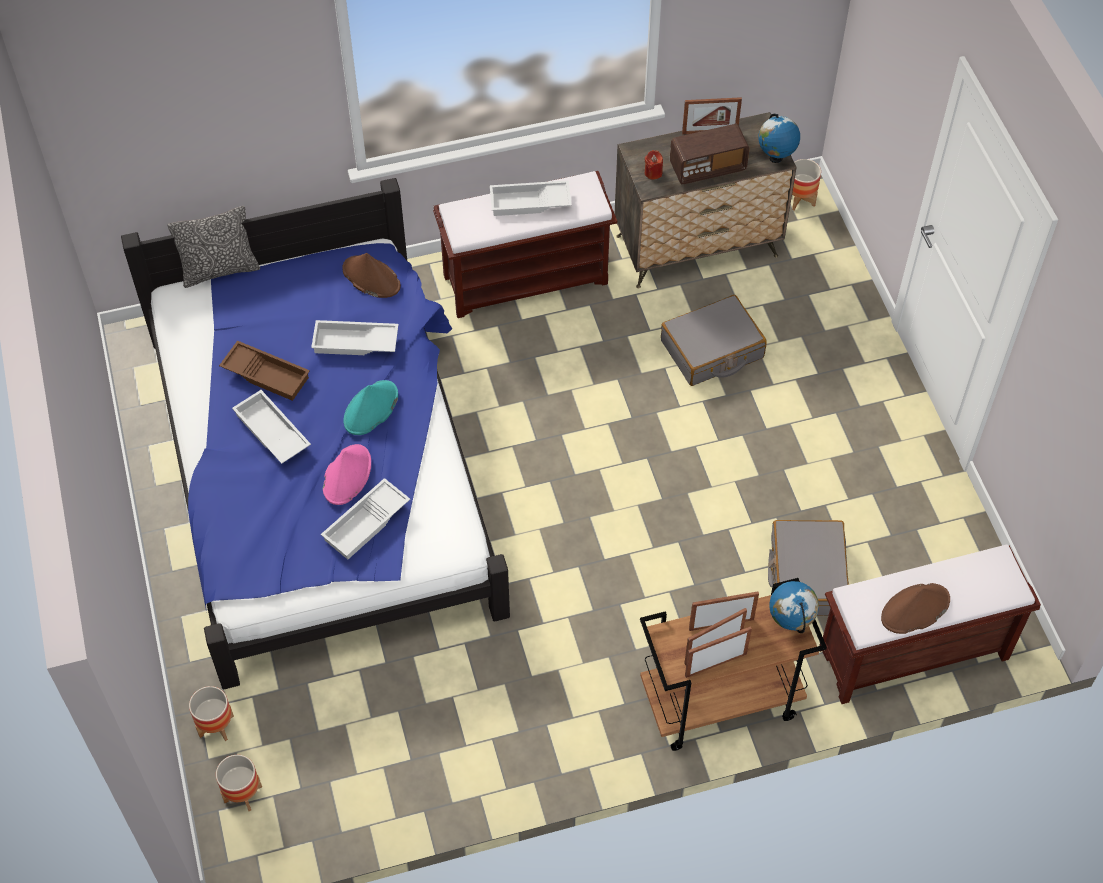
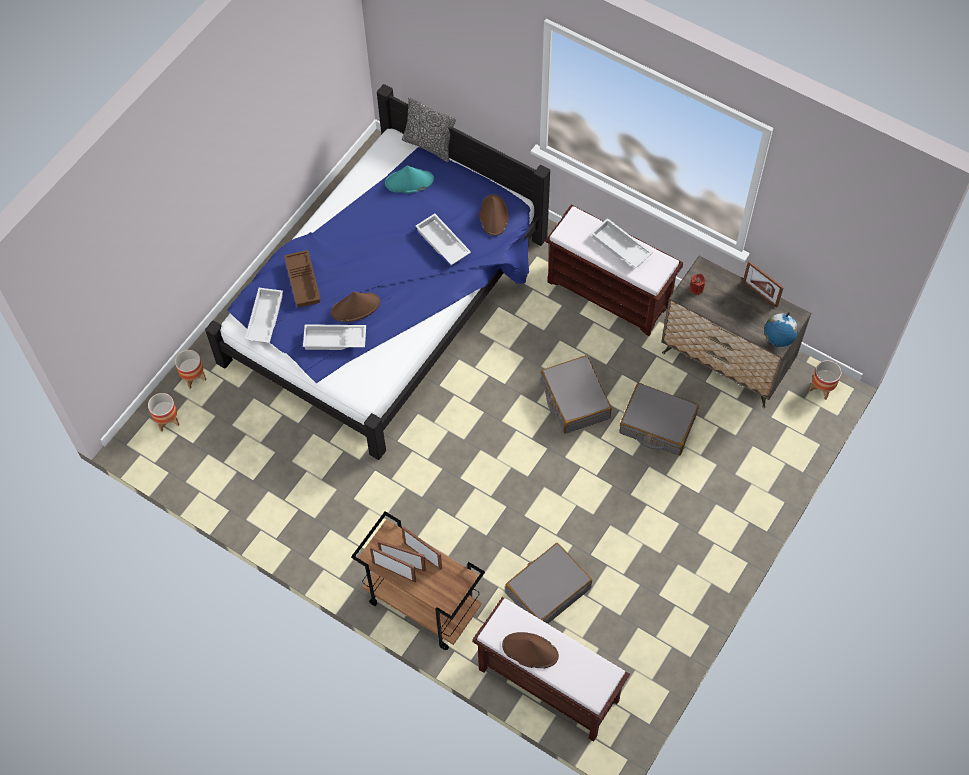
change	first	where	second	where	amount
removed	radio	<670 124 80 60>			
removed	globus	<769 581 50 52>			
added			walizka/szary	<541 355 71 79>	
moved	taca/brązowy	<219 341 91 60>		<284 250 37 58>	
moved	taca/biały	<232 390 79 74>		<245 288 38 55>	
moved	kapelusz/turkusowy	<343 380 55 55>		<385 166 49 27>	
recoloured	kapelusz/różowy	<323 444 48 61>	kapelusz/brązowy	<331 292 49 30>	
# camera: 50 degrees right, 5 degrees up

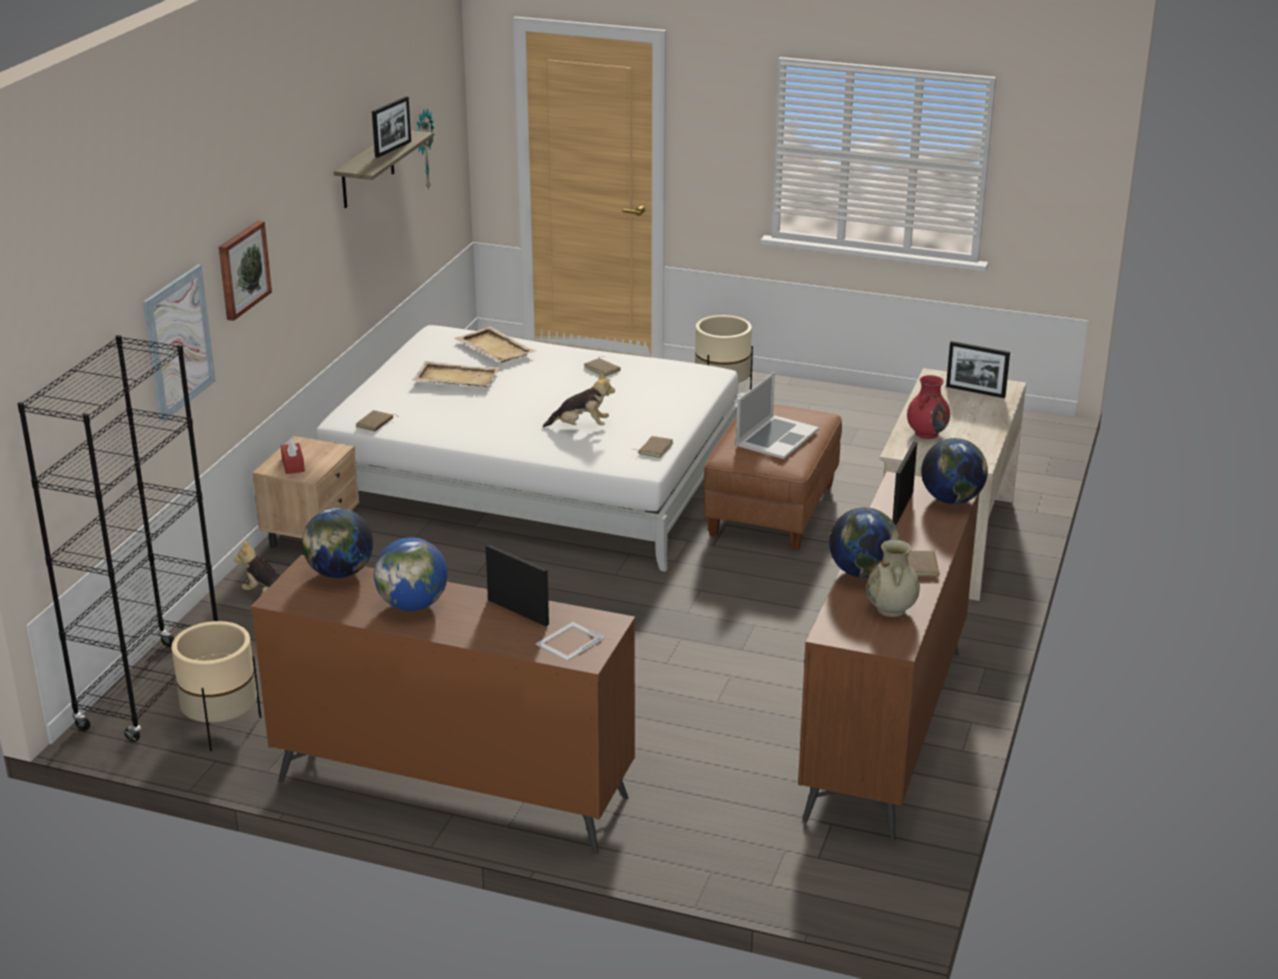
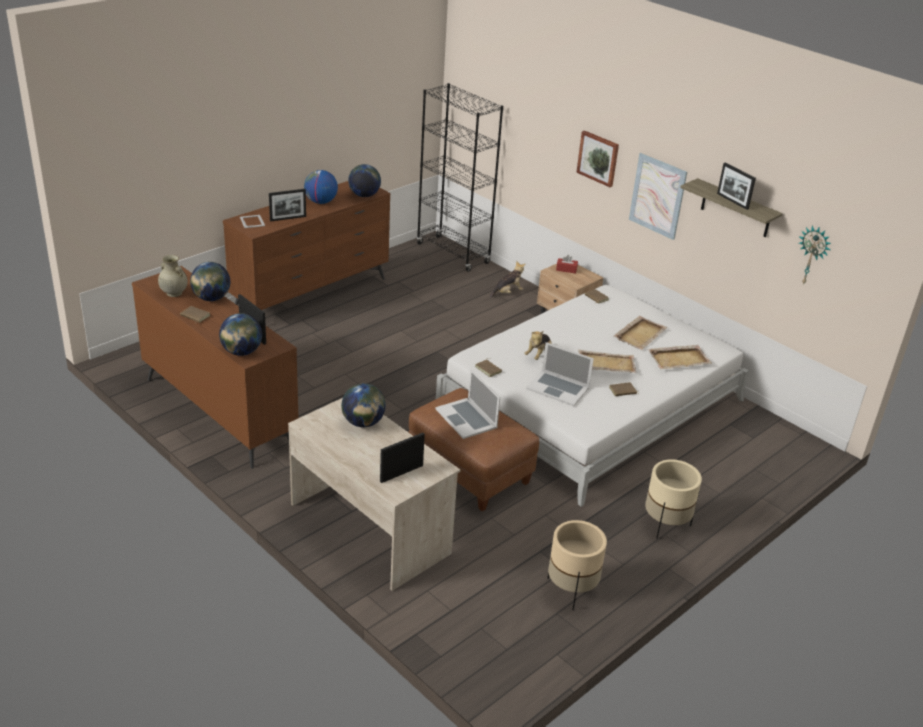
change	first	where	second	where	amount
added			laptop	<526 342 68 64>	
added			taca/beżowy	<578 350 58 23>	
moved	obraz	<143 264 73 158>		<629 153 58 87>	
moved	donica/beżowy	<171 621 91 130>		<548 520 59 90>	
replaced	wazon/czerwony	<907 375 43 64>	globus	<341 383 45 44>	
# camera: 115 degrees right, 5 degrees up

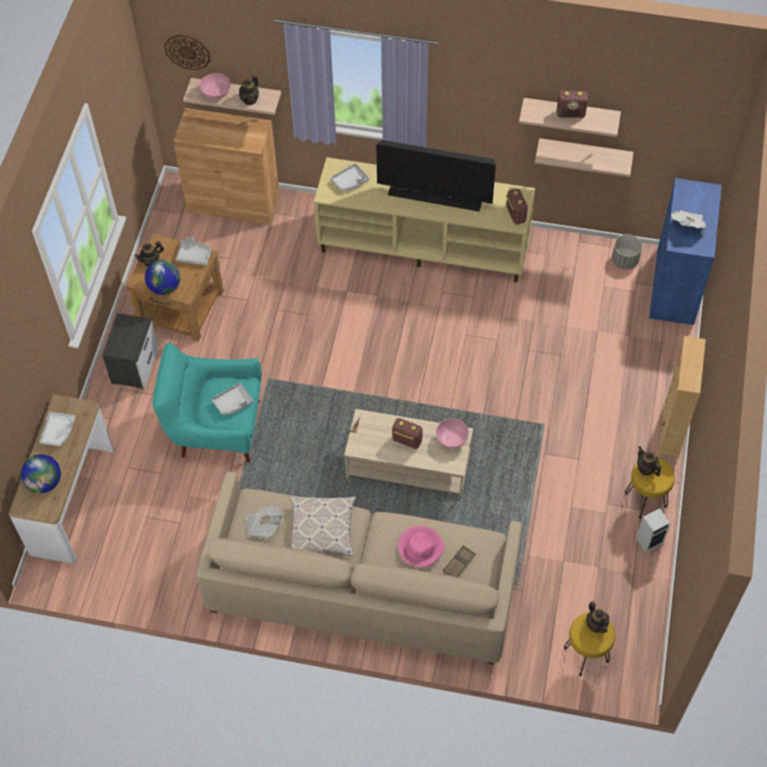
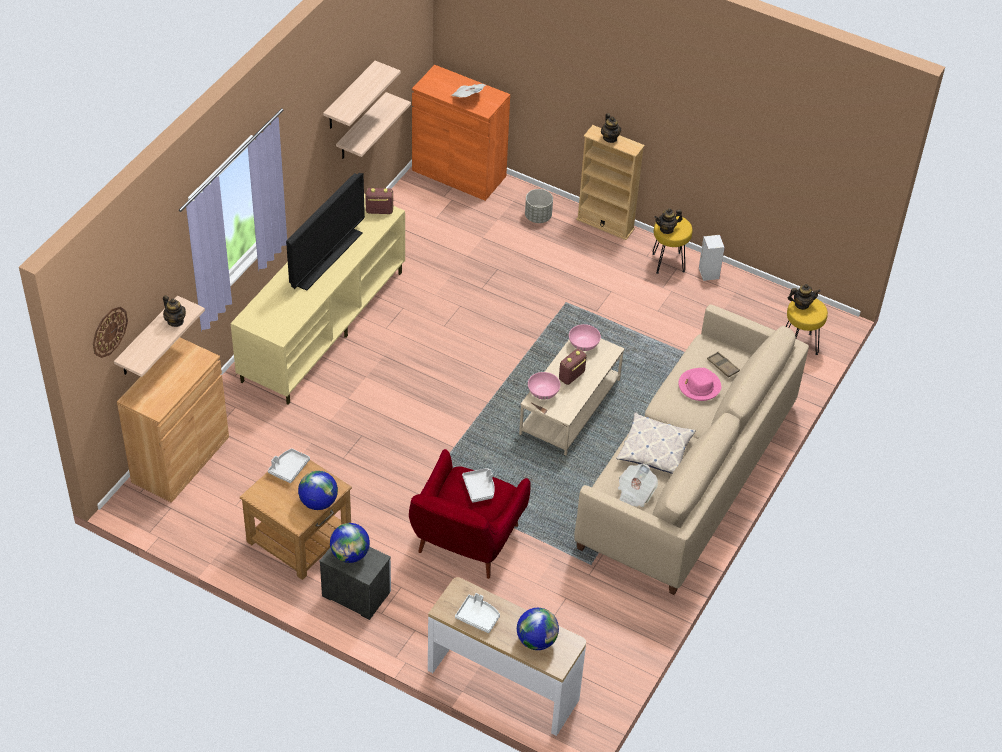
change	first	where	second	where	amount
removed	taca/szary	<330 163 39 29>			
removed	radio	<557 91 31 27>			
added			globus	<330 523 40 40>	
moved	imbryk	<135 241 29 26>		<601 113 20 30>	
moved	miska/różowy	<199 73 31 27>		<528 372 32 28>	
moved	donica/szary	<612 234 30 35>		<525 189 28 34>	
recoloured	fotel/turkusowy	<152 343 110 120>	fotel/czerwony	<409 449 122 130>	
recoloured	szafka/niebieski	<649 178 73 147>	szafka/pomarańczowy	<412 65 98 136>	
# camera: 75 degrees left, 10 degrees down

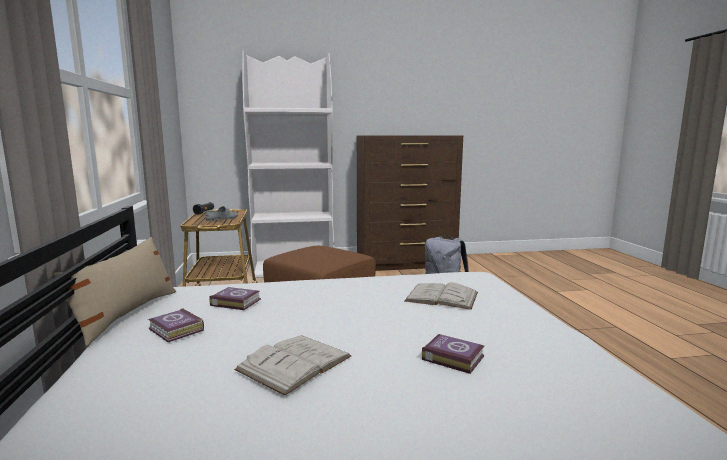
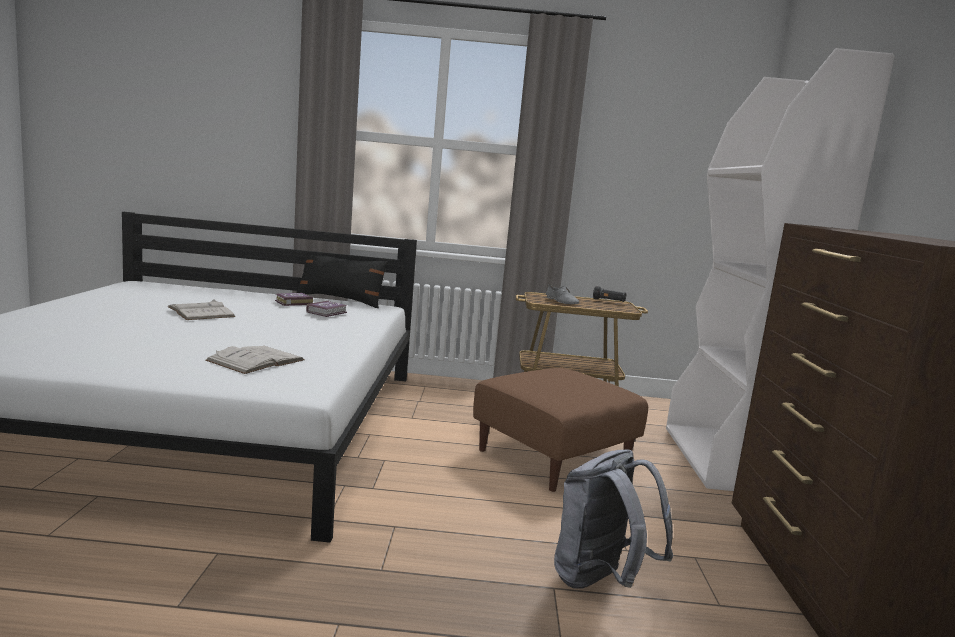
change	first	where	second	where	amount
removed	książka	<422 334 62 40>			
recoloured	poduszka/beżowy	<54 237 122 109>	poduszka/czarny	<296 255 93 53>	
# camera: 100 degrees right, 0 degrees up

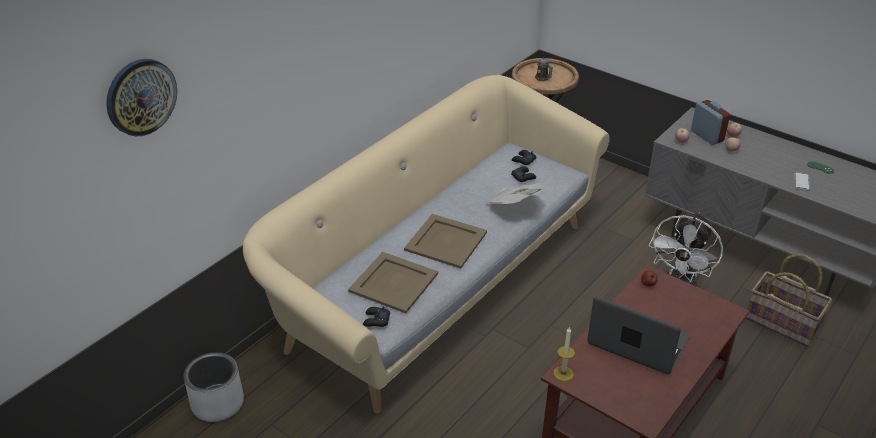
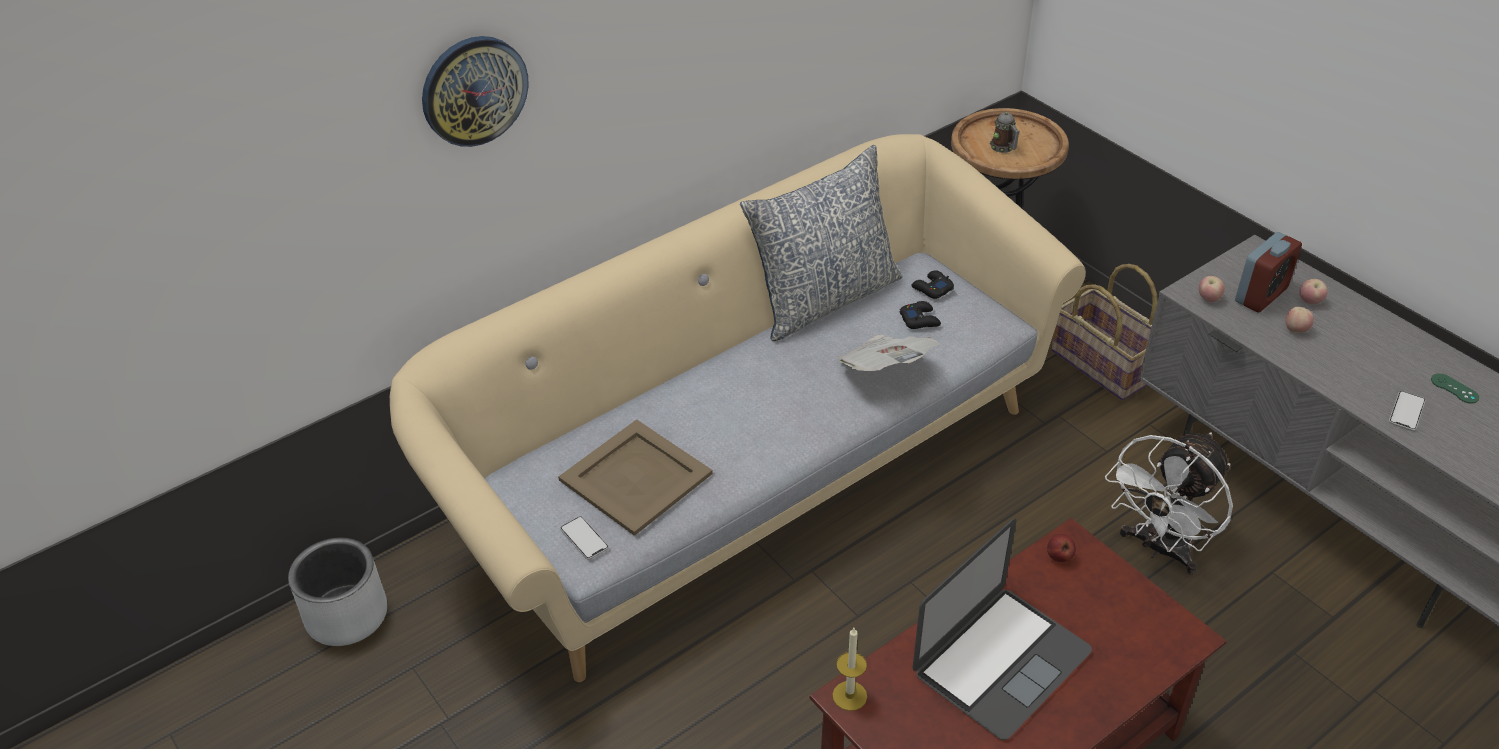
change	first	where	second	where	amount
removed	taca/beżowy	<404 214 83 55>			
added			poduszka	<740 145 162 196>	
moved	zegar ścienny	<106 59 71 77>		<422 36 107 111>	
moved	koszyk	<745 254 87 93>		<1051 264 107 136>	
replaced	pad do gier/czarny	<363 307 27 20>	telefon	<560 516 49 44>	
turned	laptop	<587 297 103 77>		<913 519 179 221>	90 degrees clockwise
turned	budzik	<691 100 39 45>		<1235 232 67 81>	60 degrees clockwise
# camera: 15 degrees right, 5 degrees up

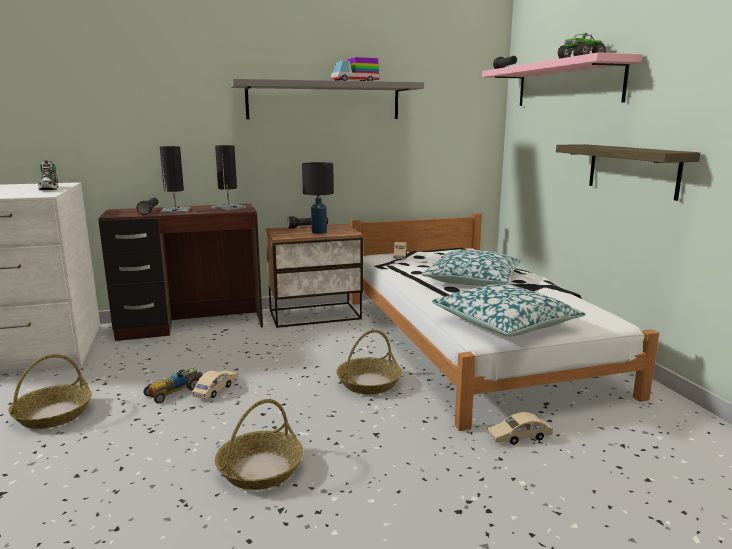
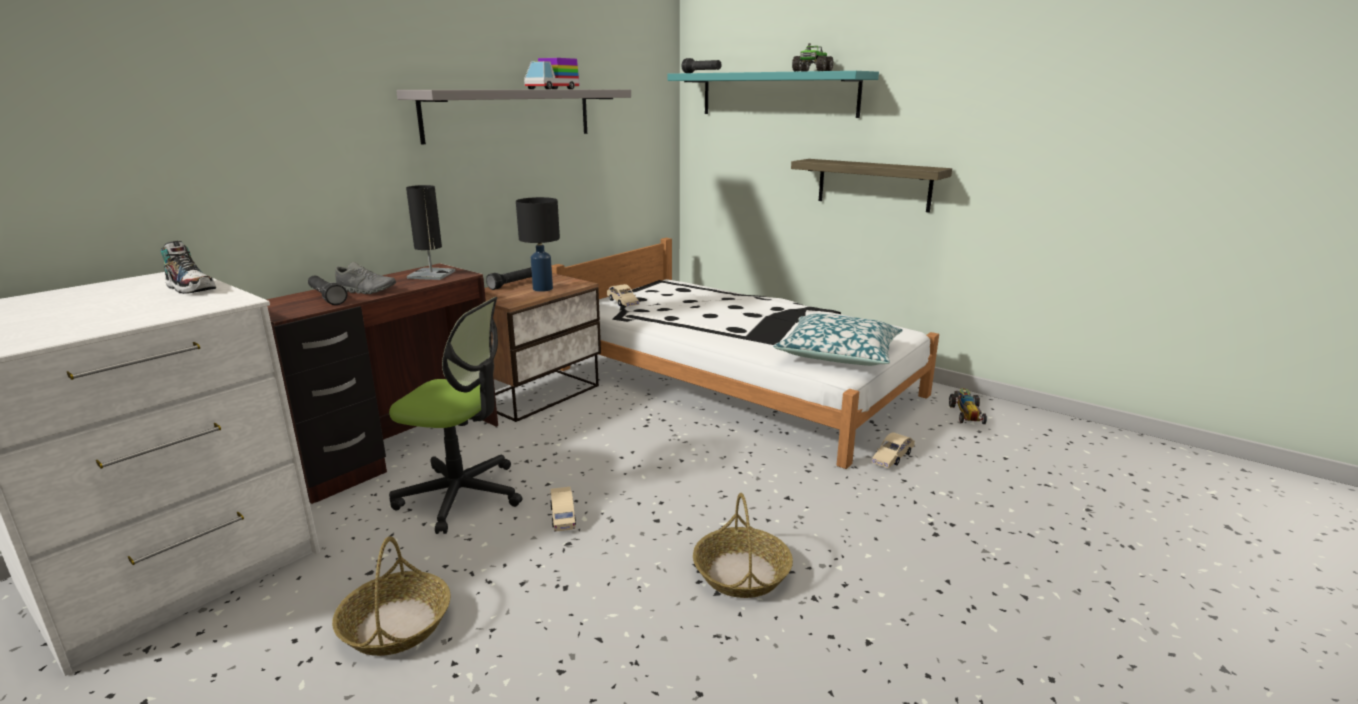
change	first	where	second	where	amount
removed	koszyk	<336 330 66 64>			
removed	poduszka	<421 250 101 36>			
added			krzesło biurowe	<389 297 133 237>	
moved	samochodzik	<143 368 59 35>		<949 388 38 36>	
replaced	lampa stołowa/czarny	<160 146 30 67>	but/szary	<335 262 61 32>	
recoloured	półka/różowy	<482 52 161 54>	półka/turkusowy	<668 71 211 47>	
# camera: 35 degrees left, 5 degrees up

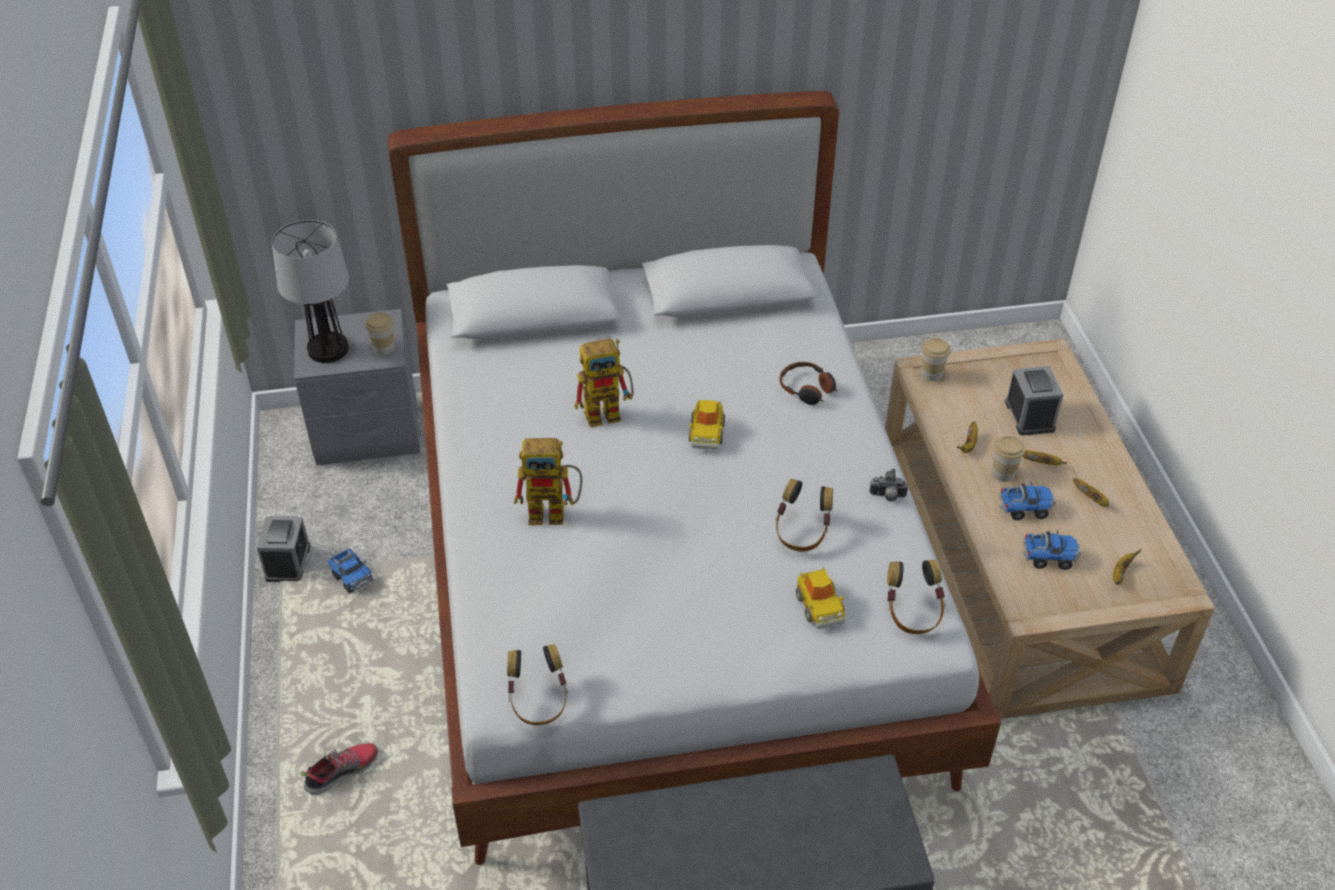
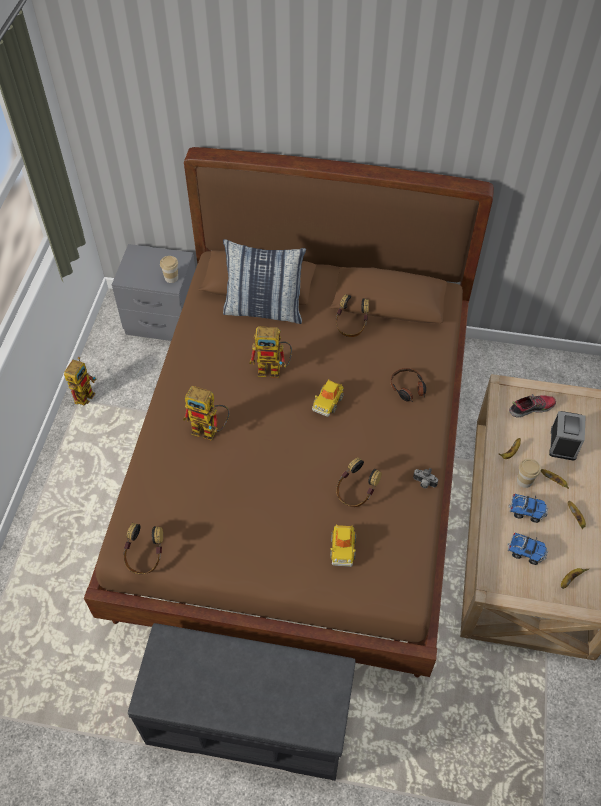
change	first	where	second	where	amount
removed	lampa stołowa	<272 220 77 143>			
removed	ciężarówka zabawkowa	<328 549 45 45>			
removed	filiżanka	<921 338 30 43>			
added			poduszka	<223 239 83 85>	
moved	but	<301 743 77 52>		<509 394 47 24>	
moved	słuchawki	<887 560 58 74>		<336 294 33 43>	
replaced	budzik	<257 516 54 66>	robot zabawkowy	<64 357 33 48>	
recoloured	łóżko/biały	<388 91 613 774>	łóżko/brązowy	<84 147 410 530>	
# camera: 20 degrees right, 10 degrees up

